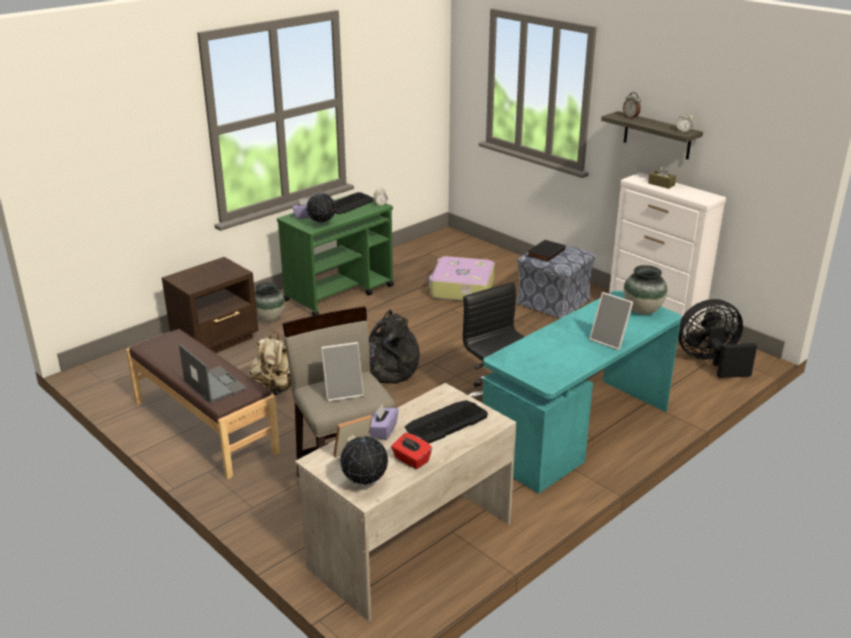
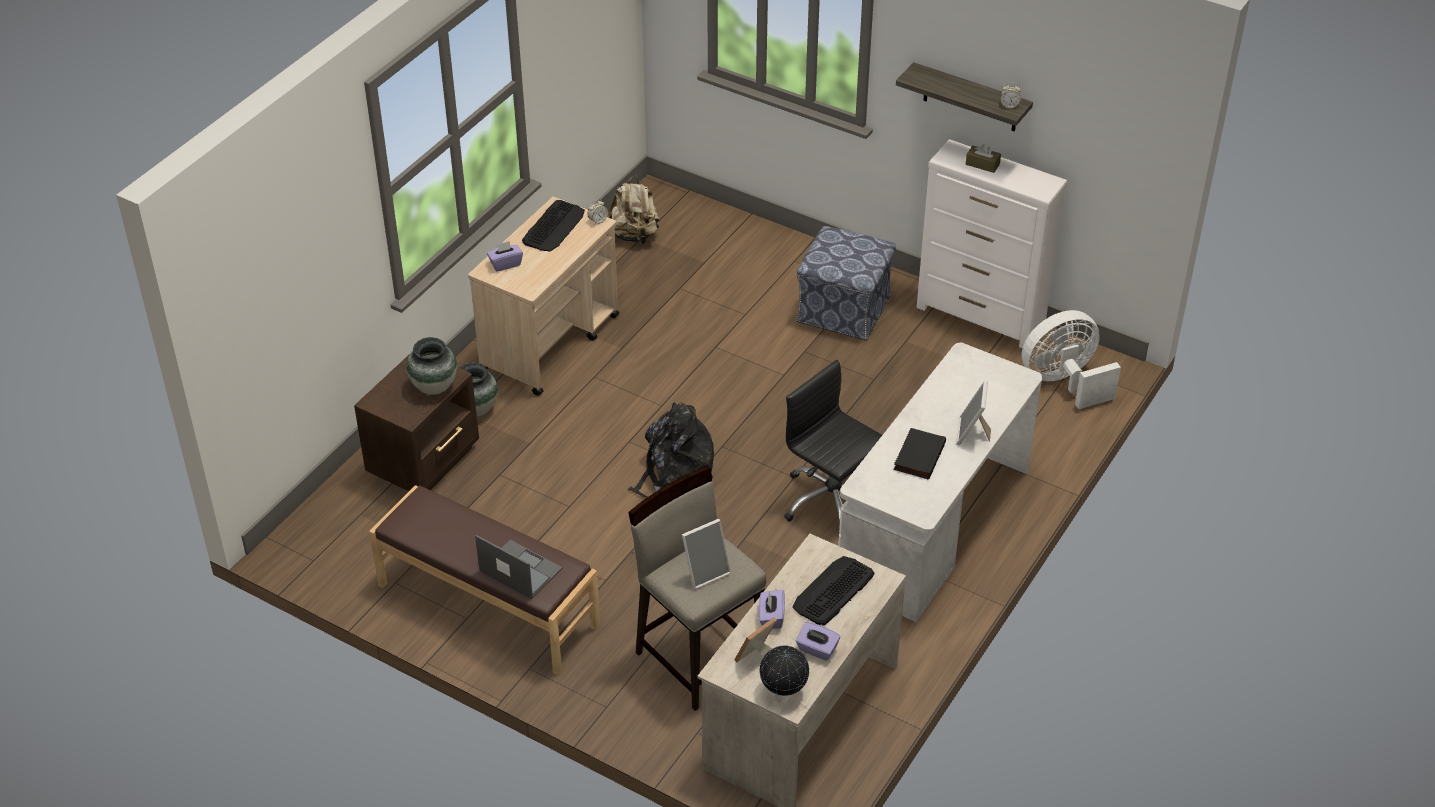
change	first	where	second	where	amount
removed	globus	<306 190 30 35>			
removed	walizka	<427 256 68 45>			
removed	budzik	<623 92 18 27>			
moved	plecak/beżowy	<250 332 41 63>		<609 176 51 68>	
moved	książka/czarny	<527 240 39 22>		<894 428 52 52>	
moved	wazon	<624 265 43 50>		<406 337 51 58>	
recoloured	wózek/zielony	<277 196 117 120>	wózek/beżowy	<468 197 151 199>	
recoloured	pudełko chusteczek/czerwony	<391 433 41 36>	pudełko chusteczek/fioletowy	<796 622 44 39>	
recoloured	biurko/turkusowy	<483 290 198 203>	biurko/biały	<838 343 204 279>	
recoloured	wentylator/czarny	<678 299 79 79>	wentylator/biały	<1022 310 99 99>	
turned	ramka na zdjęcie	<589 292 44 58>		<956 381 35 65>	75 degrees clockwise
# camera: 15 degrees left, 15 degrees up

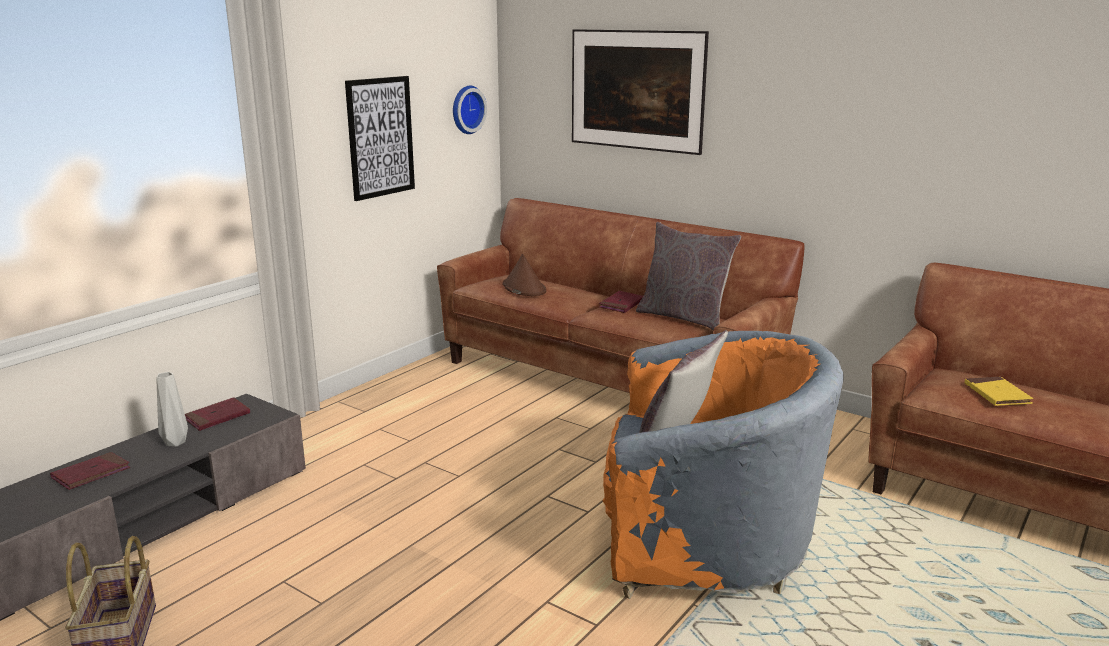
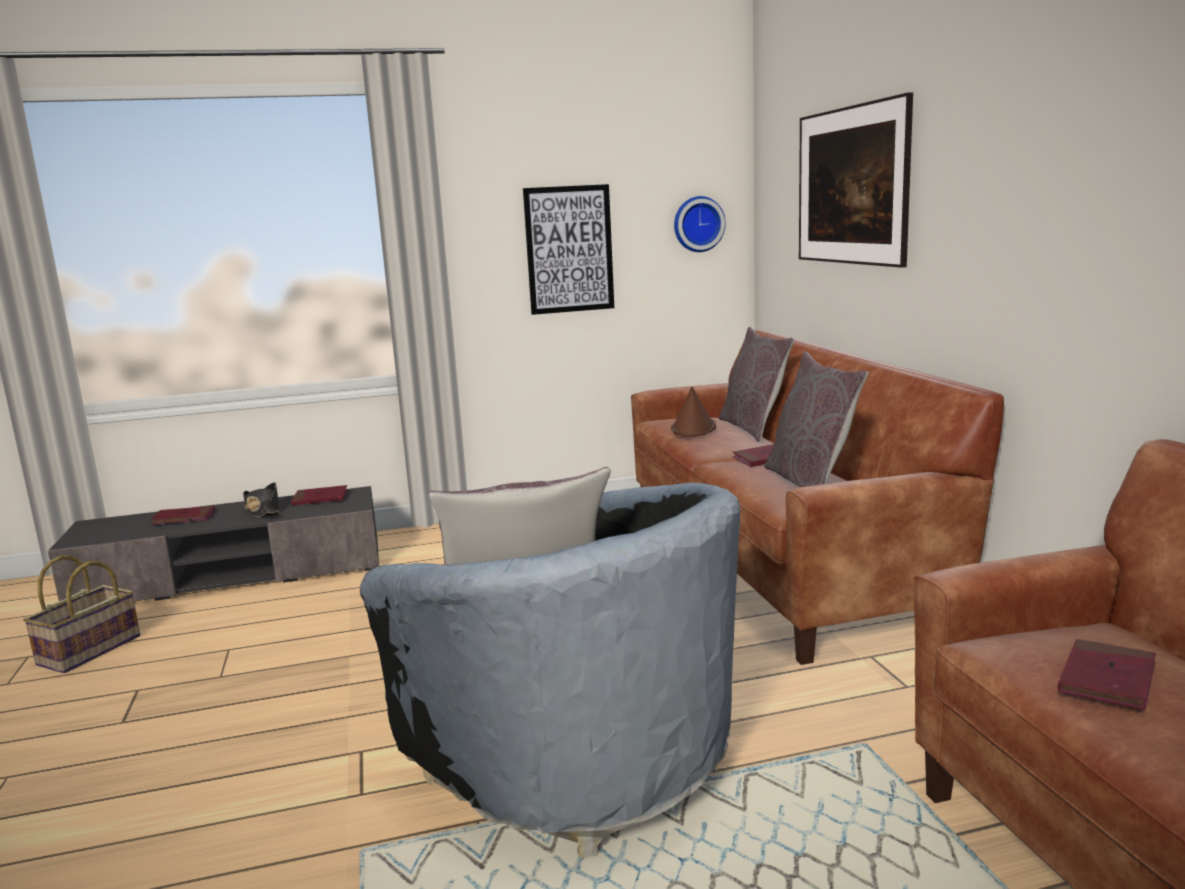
change	first	where	second	where	amount
added			poduszka/szary	<719 327 76 115>	
replaced	wazon/szary	<156 372 32 75>	kapelusz/czarny	<243 482 37 36>	
recoloured	fotel/pomarańczowy	<602 331 242 268>	fotel/czarny	<360 483 381 375>	
recoloured	książka/żółty	<965 377 68 29>	książka/czerwony	<1058 639 98 71>	
# camera: 40 degrees right, 5 degrees down

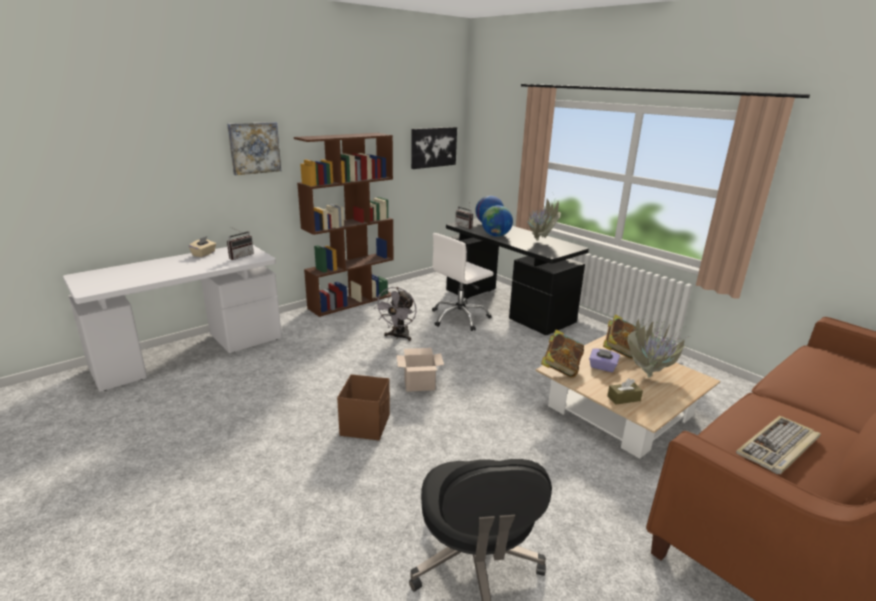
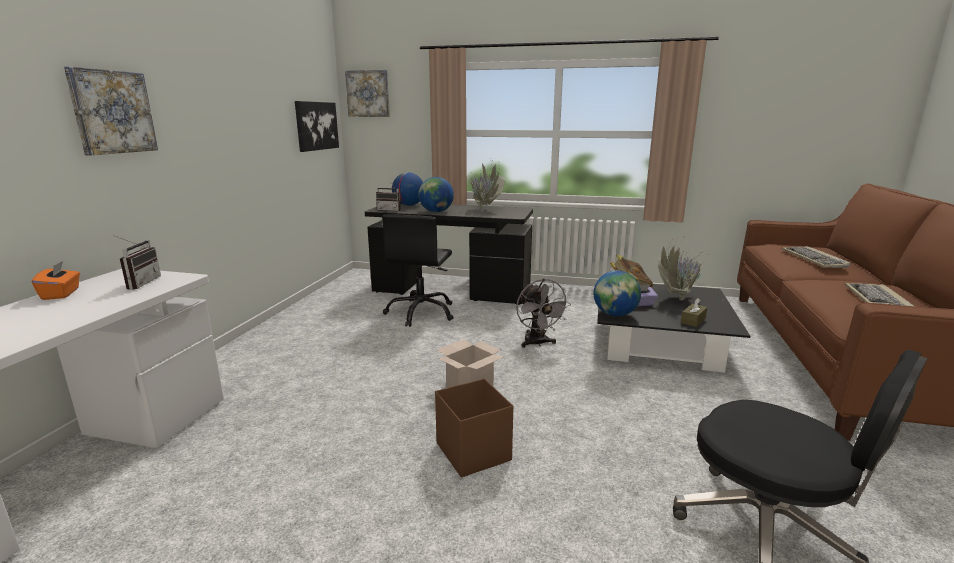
change	first	where	second	where	amount
removed	regał/brązowy	<294 133 100 184>			
added			obraz	<345 70 45 47>	
added			klawiatura	<782 246 69 22>	
moved	wentylator/szary	<376 287 41 54>		<516 279 55 69>	
replaced	książka	<541 330 43 48>	globus	<594 270 47 47>	
recoloured	pudełko chusteczek/beżowy	<189 236 27 21>	pudełko chusteczek/pomarańczowy	<32 261 48 39>	
recoloured	krzesło biurowe/biały	<432 233 62 98>	krzesło biurowe/czarny	<382 214 72 113>	
recoloured	ława/beżowy	<536 335 184 124>	ława/czarny	<597 284 153 88>	
# camera: 35 degrees left, 5 degrees down

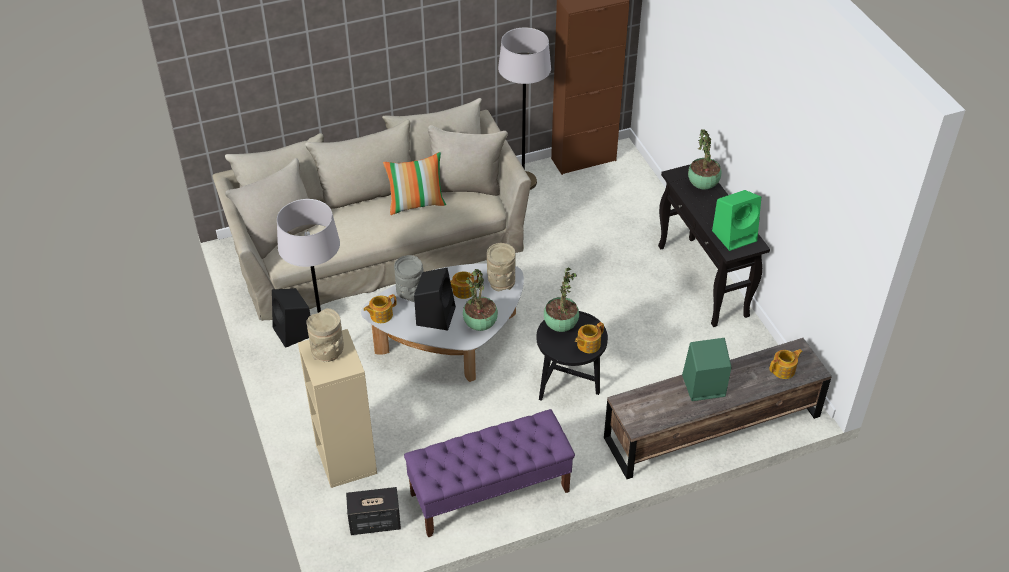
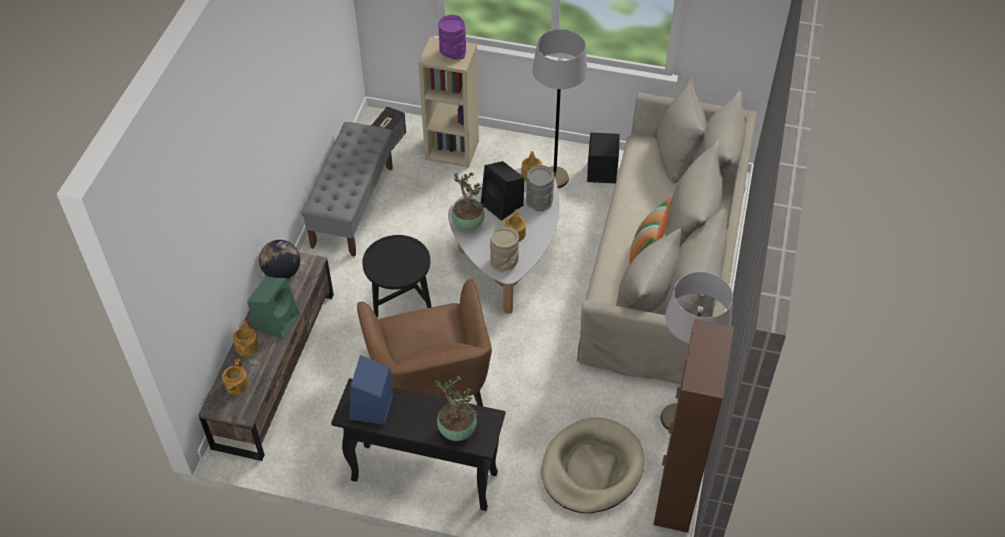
change	first	where	second	where	amount
removed	roślina doniczkowa	<544 268 35 64>			
added			globus	<259 240 41 39>	
added			fotel/brązowy	<357 279 135 127>	
added			legowisko/beżowy	<541 417 104 96>	
moved	imbryk	<575 322 29 31>		<233 320 26 36>	
recoloured	wazon/beżowy	<306 308 38 54>	wazon/fioletowy	<438 15 28 45>	
recoloured	ławka/fioletowy	<404 409 171 128>	ławka/szary	<301 122 92 135>	
recoloured	głośnik/zielony	<712 190 49 61>	głośnik/niebieski	<349 355 44 70>	
# camera: 125 degrees right, 5 degrees up

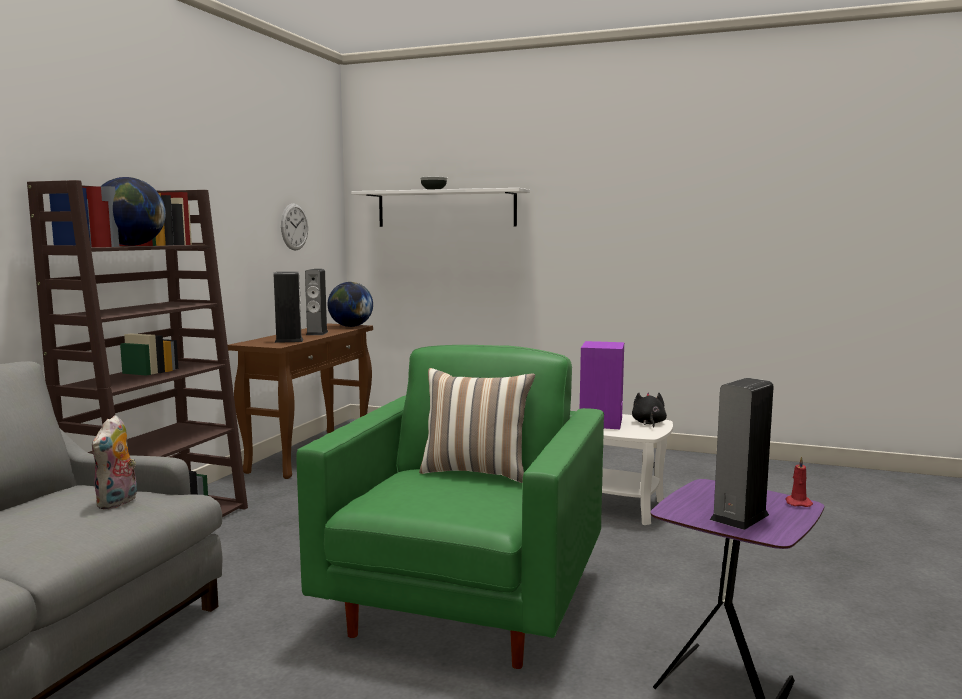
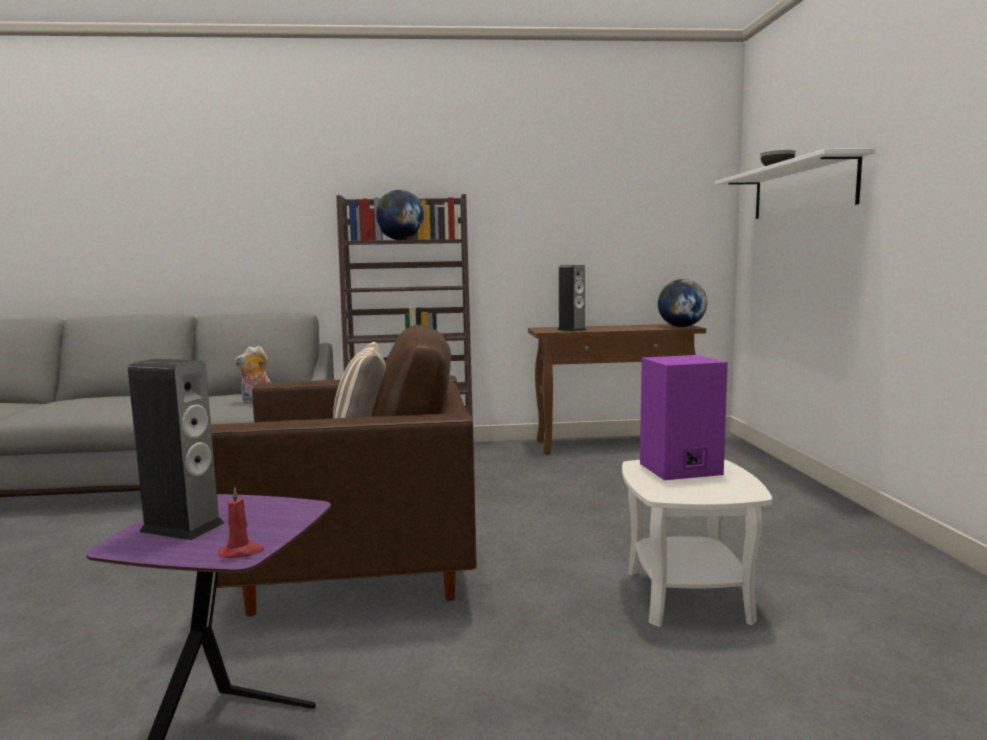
change	first	where	second	where	amount
removed	zegar ścienny	<281 204 27 47>			
removed	głośnik	<305 269 23 66>			
removed	pluszak/czarny	<632 393 35 35>			
recoloured	fotel/zielony	<296 345 308 324>	fotel/brązowy	<211 325 266 292>	
# camera: 65 degrees right, 0 degrees up

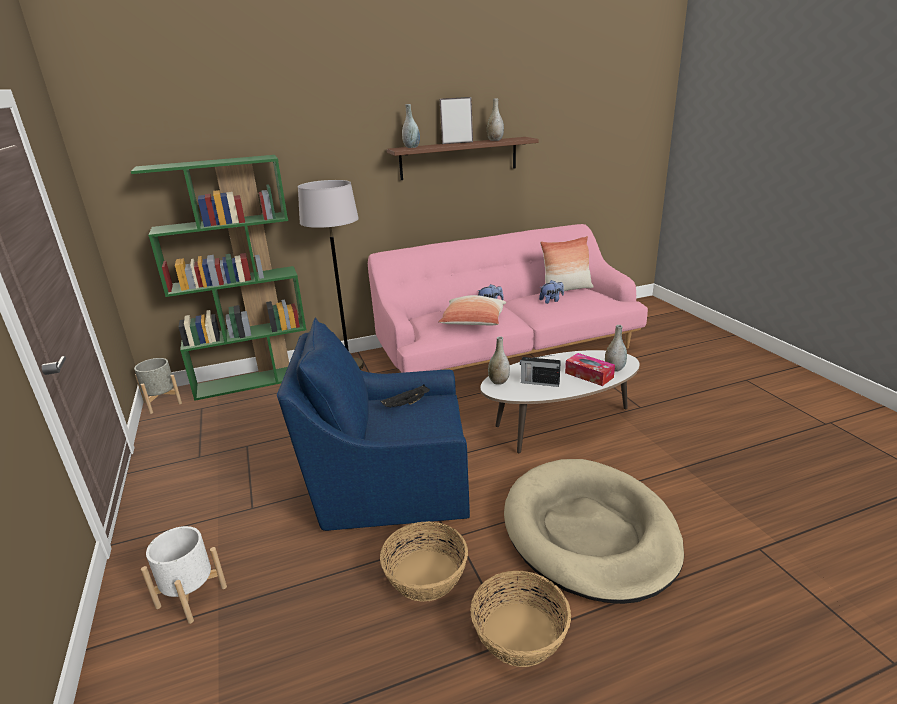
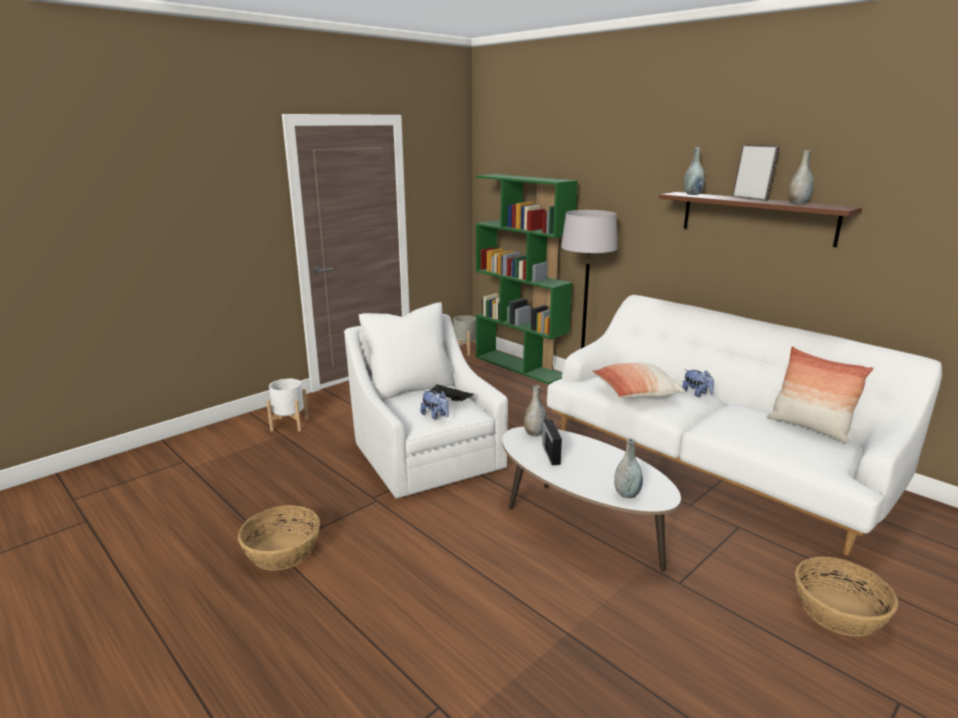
change	first	where	second	where	amount
removed	legowisko/beżowy	<504 459 180 145>			
removed	pudełko chusteczek	<565 353 50 33>			
moved	koszyk	<380 521 88 81>		<795 557 103 80>	
moved	pluszak	<539 280 25 24>		<420 390 29 30>	
recoloured	fotel/niebieski	<277 318 193 213>	fotel/biały	<344 302 164 196>	
recoloured	kanapa/różowy	<368 224 280 149>	kanapa/biały	<547 295 395 260>	
# camera: 65 degrees right, 5 degrees down

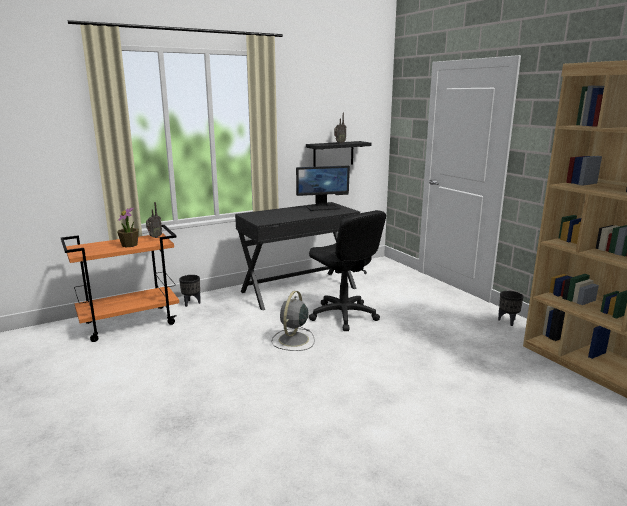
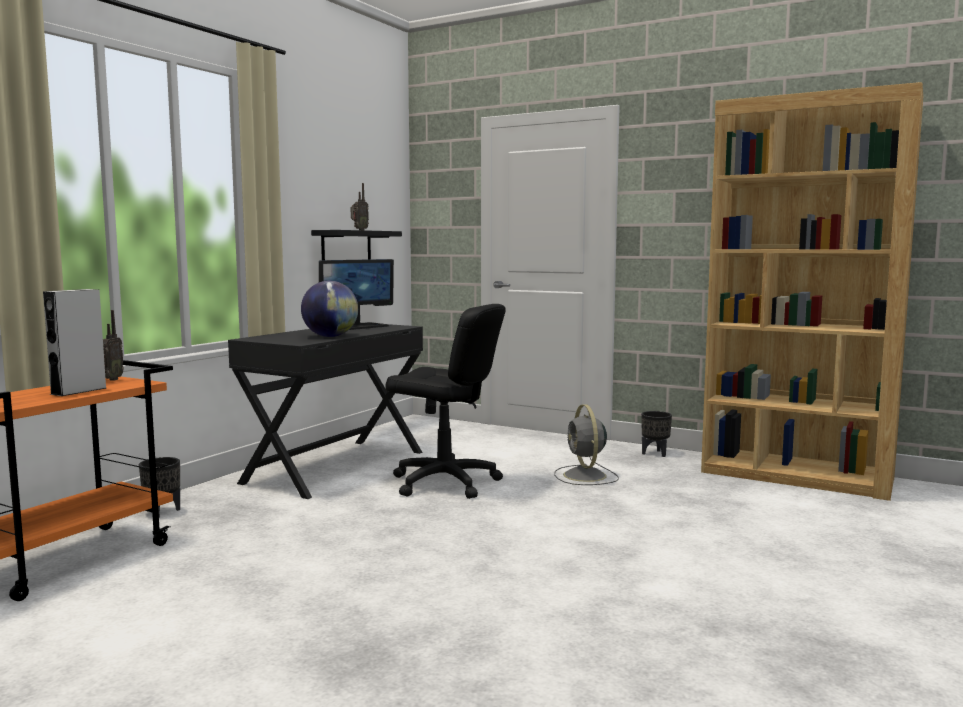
change	first	where	second	where	amount
added			globus	<301 281 57 56>	
moved	wentylator/szary	<271 291 44 60>		<554 404 65 81>	
replaced	roślina doniczkowa	<117 207 22 40>	głośnik/szary	<43 289 63 107>	
# camera: 30 degrees left, 10 degrees down

